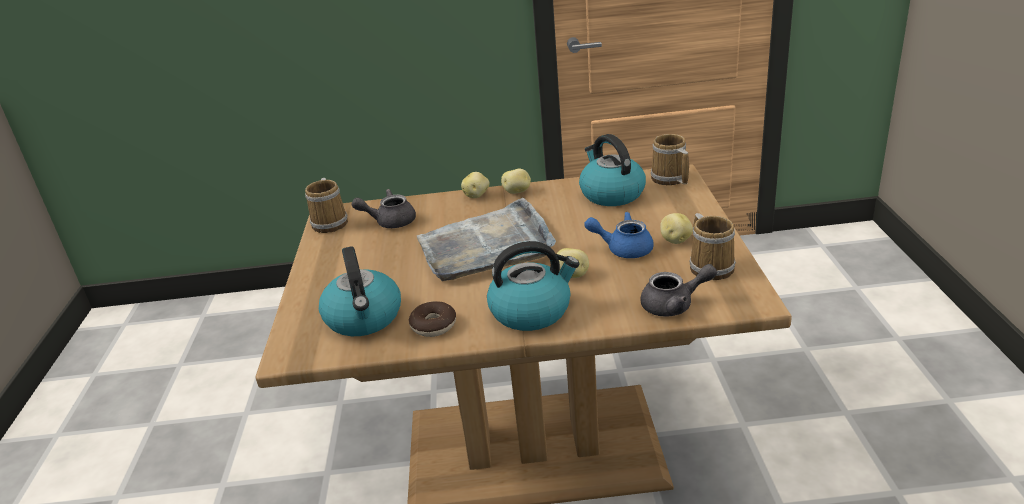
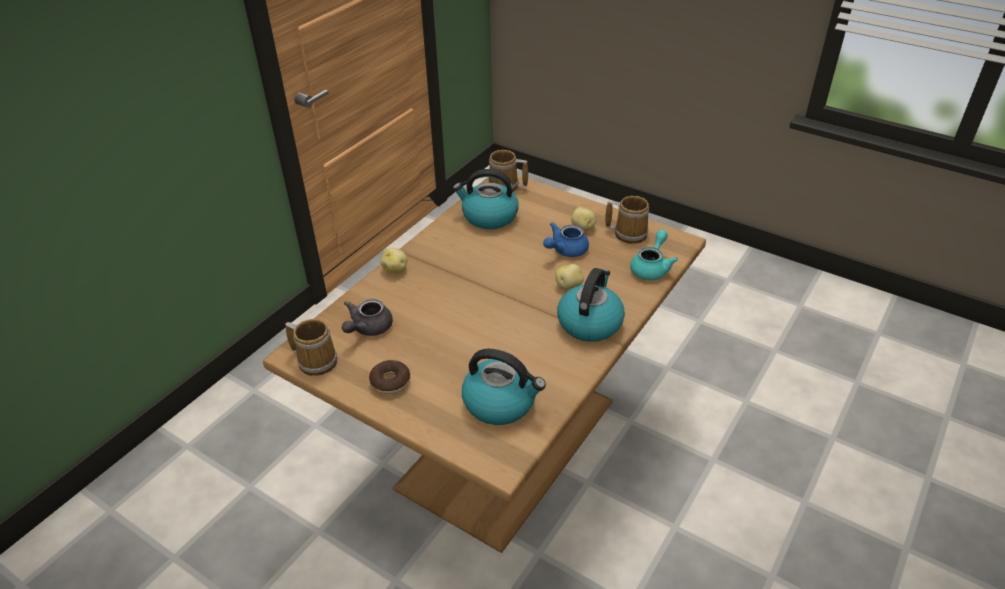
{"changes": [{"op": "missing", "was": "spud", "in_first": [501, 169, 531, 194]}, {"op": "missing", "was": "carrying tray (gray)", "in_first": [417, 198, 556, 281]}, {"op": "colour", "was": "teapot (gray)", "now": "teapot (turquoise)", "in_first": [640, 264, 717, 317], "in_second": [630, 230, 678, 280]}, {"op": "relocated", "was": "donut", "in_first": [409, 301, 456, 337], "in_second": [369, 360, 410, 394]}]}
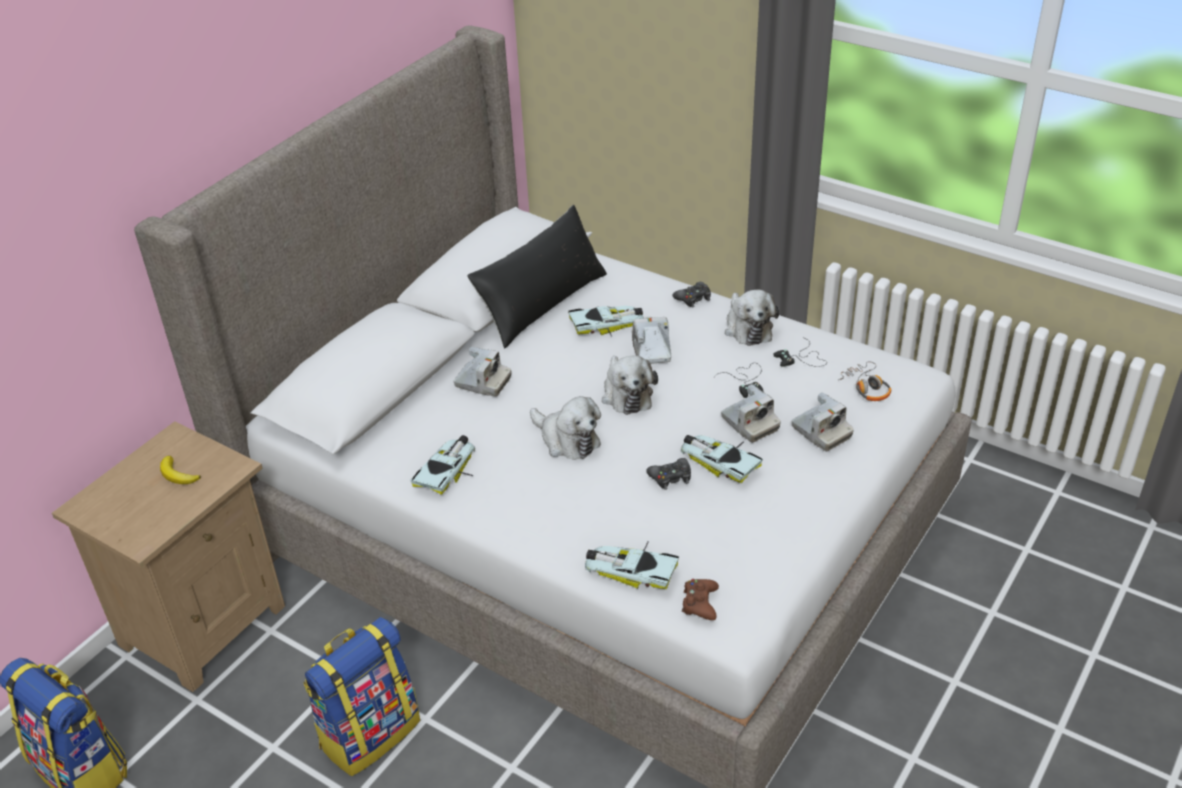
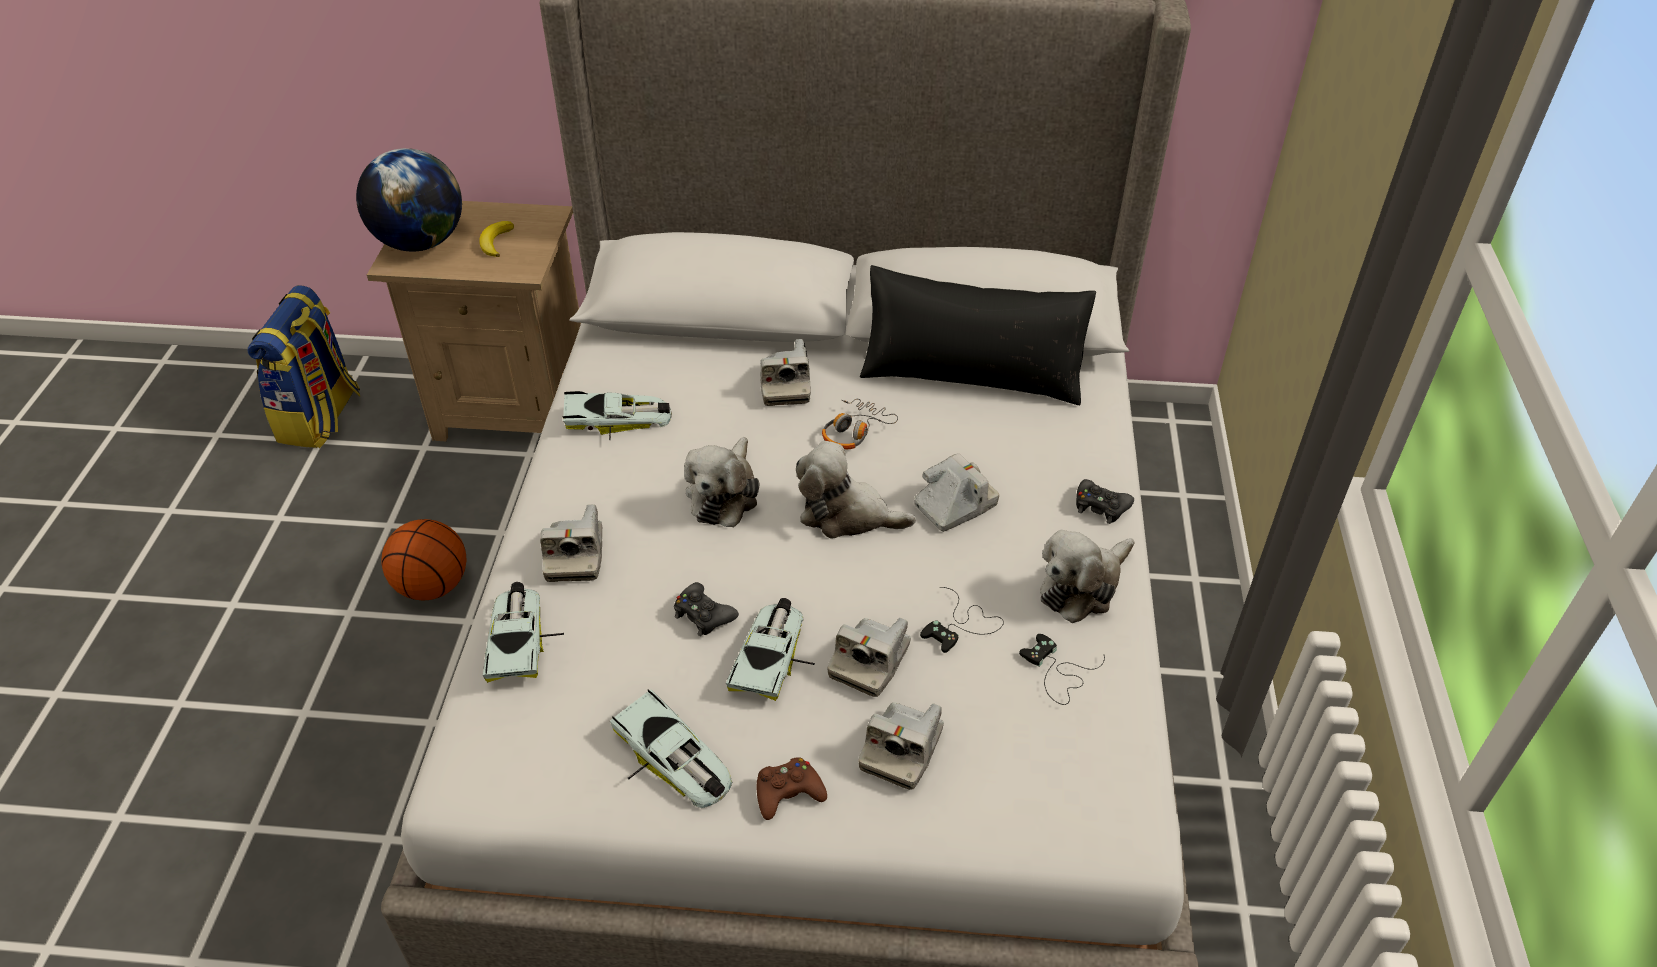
{"changes": [{"op": "relocated", "was": "miniature car", "in_first": [568, 306, 644, 337], "in_second": [610, 689, 732, 808]}, {"op": "spun", "was": "cuddly toy", "in_first": [602, 355, 658, 415], "in_second": [796, 441, 916, 539], "clockwise": 60}, {"op": "relocated", "was": "headset", "in_first": [838, 362, 891, 401], "in_second": [822, 399, 898, 450]}, {"op": "relocated", "was": "joypad (brownish)", "in_first": [682, 579, 719, 620], "in_second": [757, 757, 827, 820]}, {"op": "exchanged", "was": "rucksack", "now": "ball for basketball", "in_first": [303, 617, 420, 776], "in_second": [382, 519, 467, 600]}, {"op": "appeared", "now": "desk globe", "in_second": [356, 148, 462, 252]}, {"op": "appeared", "now": "still camera", "in_second": [540, 504, 602, 582]}]}
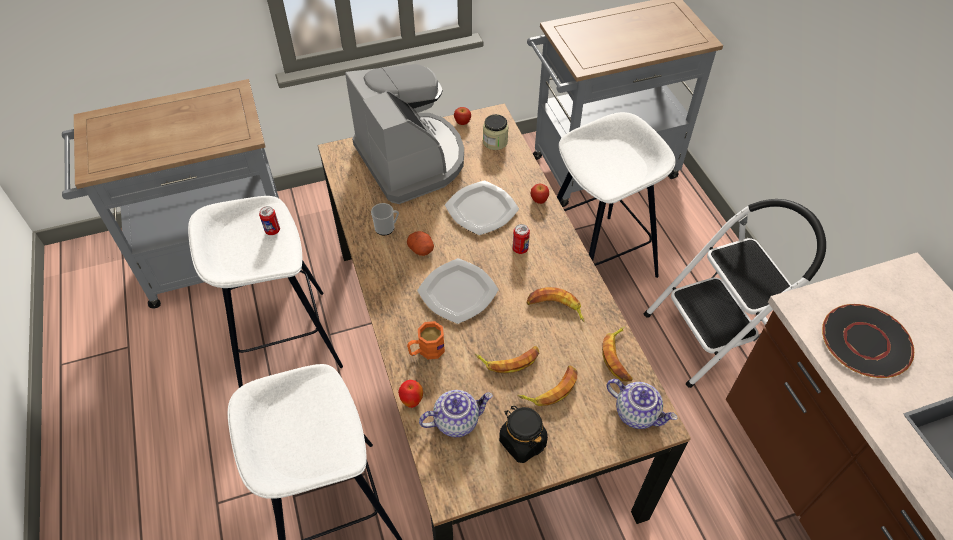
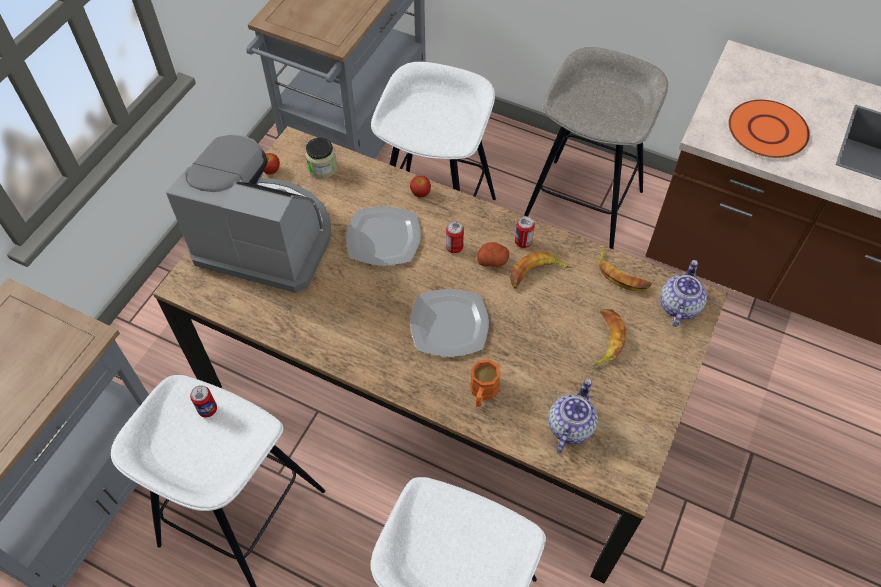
{"changes": [{"op": "exchanged", "was": "stepladder", "now": "sitting stool (gray)", "in_first": [644, 199, 826, 388], "in_second": [524, 47, 668, 249]}, {"op": "missing", "was": "coffee mug", "in_first": [371, 203, 399, 236]}, {"op": "relocated", "was": "spud", "in_first": [407, 231, 434, 256], "in_second": [477, 242, 509, 267]}, {"op": "colour", "was": "flat dish (black)", "now": "flat dish (orangey)", "in_first": [822, 304, 914, 378], "in_second": [729, 100, 810, 158]}, {"op": "missing", "was": "whole banana", "in_first": [475, 346, 539, 374]}, {"op": "spun", "was": "teapot", "in_first": [606, 379, 677, 429], "in_second": [660, 260, 707, 327], "clockwise": -60}, {"op": "missing", "was": "apple", "in_first": [398, 380, 423, 408]}, {"op": "missing", "was": "jar (black)", "in_first": [499, 406, 548, 463]}, {"op": "appeared", "now": "metal can", "in_second": [515, 216, 535, 248]}]}
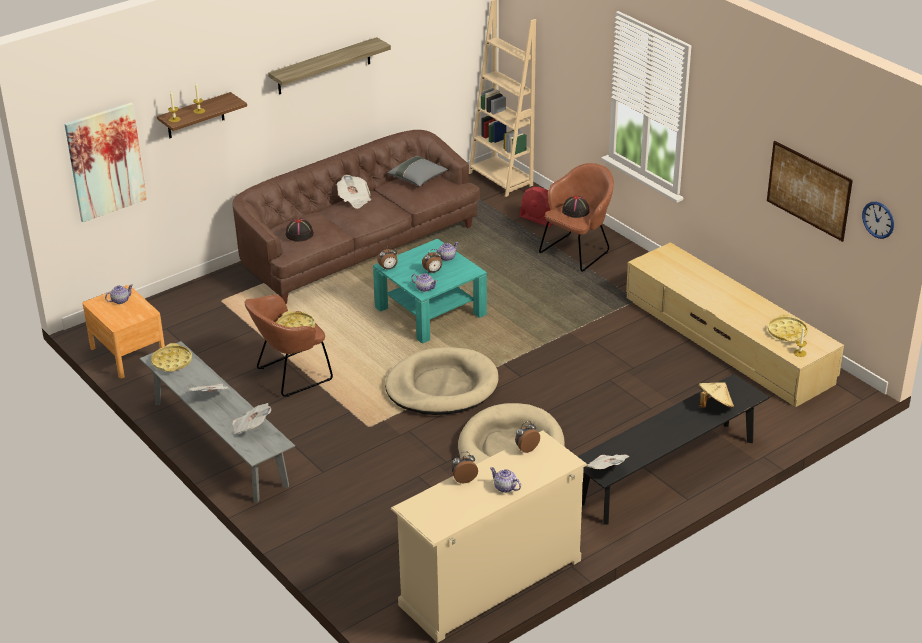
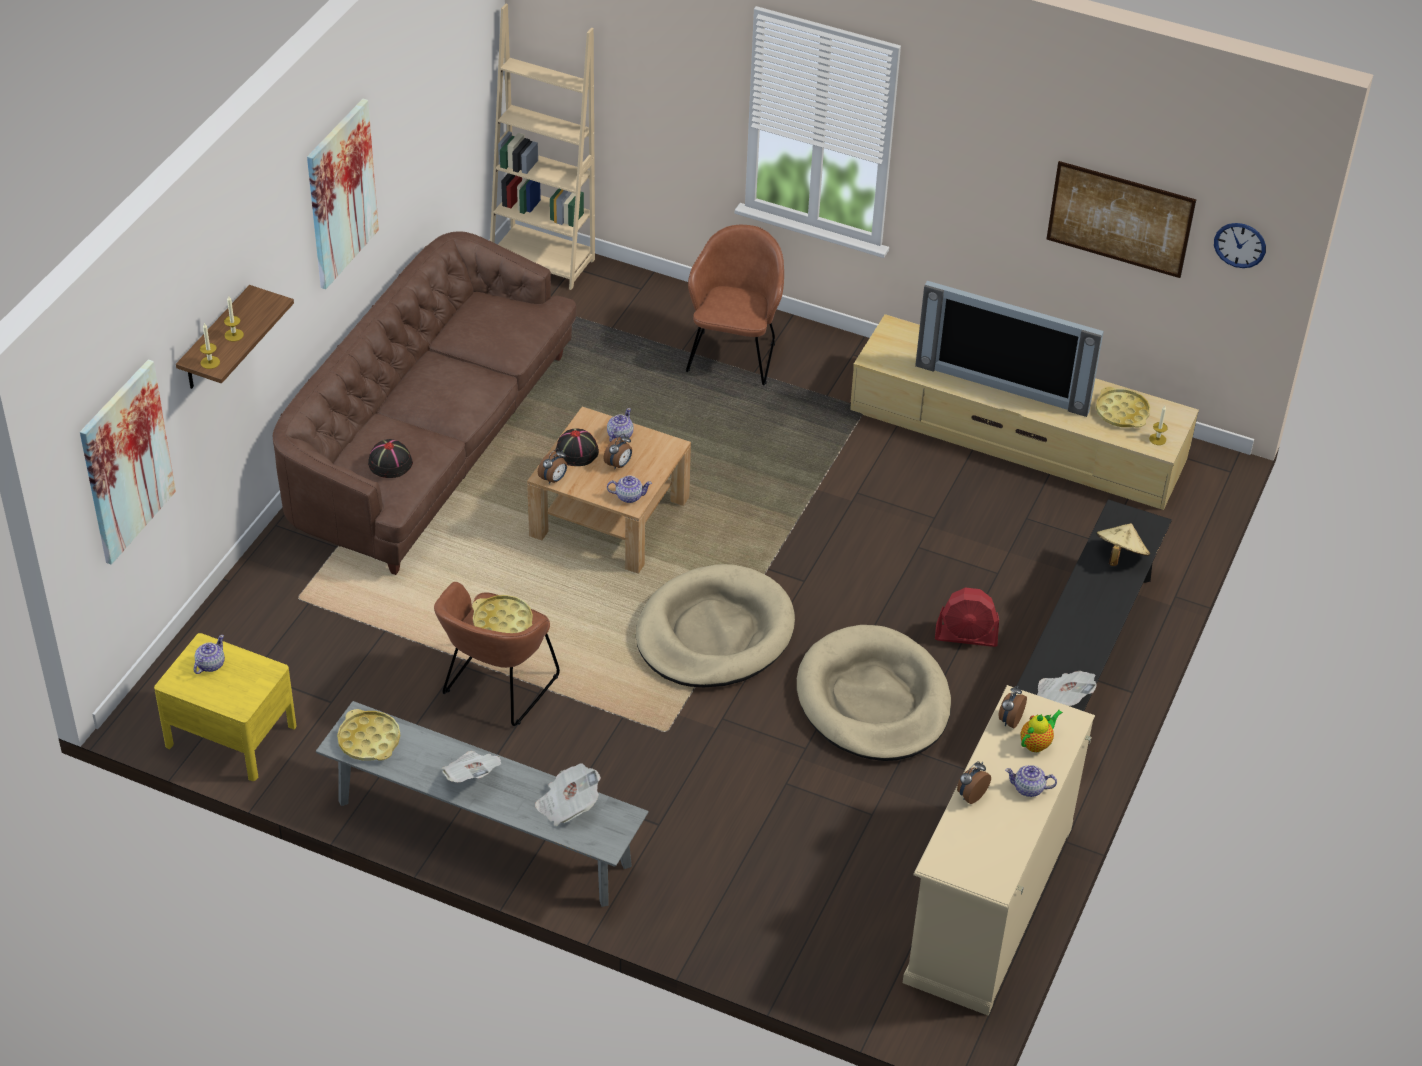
{"changes": [{"op": "exchanged", "was": "bracket shelf", "now": "picture", "in_first": [268, 37, 391, 95], "in_second": [307, 99, 379, 289]}, {"op": "missing", "was": "throw pillow (gray)", "in_first": [388, 156, 448, 187]}, {"op": "missing", "was": "newspaper", "in_first": [337, 175, 371, 209]}, {"op": "relocated", "was": "fan (red)", "in_first": [519, 187, 553, 227], "in_second": [935, 588, 999, 647]}, {"op": "relocated", "was": "hat (black)", "in_first": [562, 196, 590, 218], "in_second": [555, 428, 599, 466]}, {"op": "colour", "was": "coffee table (turquoise)", "now": "coffee table (brownish)", "in_first": [373, 239, 487, 344], "in_second": [527, 407, 691, 574]}, {"op": "colour", "was": "night table (brownish)", "now": "night table (yellowish)", "in_first": [83, 285, 165, 379], "in_second": [154, 633, 296, 781]}, {"op": "appeared", "now": "TV set", "in_second": [915, 281, 1104, 417]}, {"op": "appeared", "now": "teapot", "in_second": [1021, 710, 1063, 752]}]}
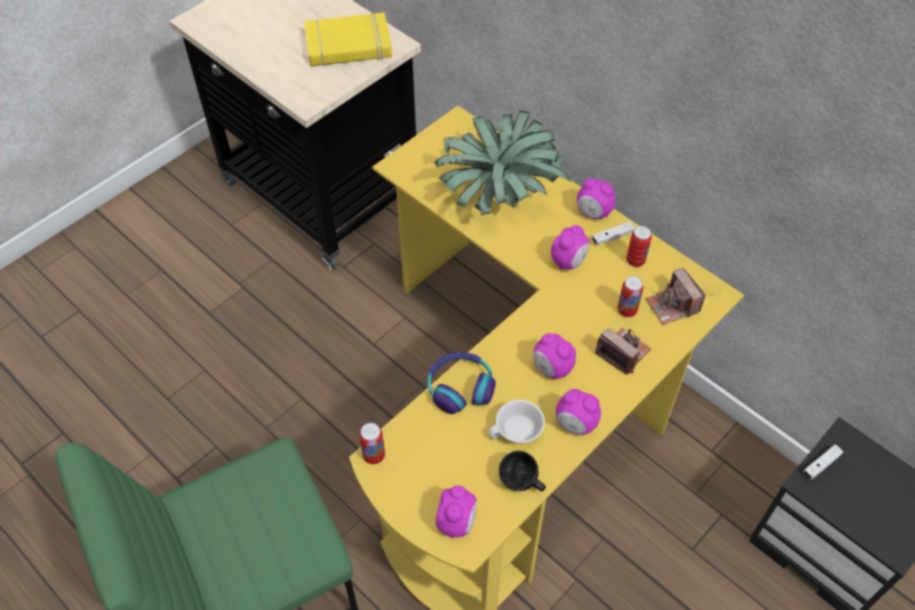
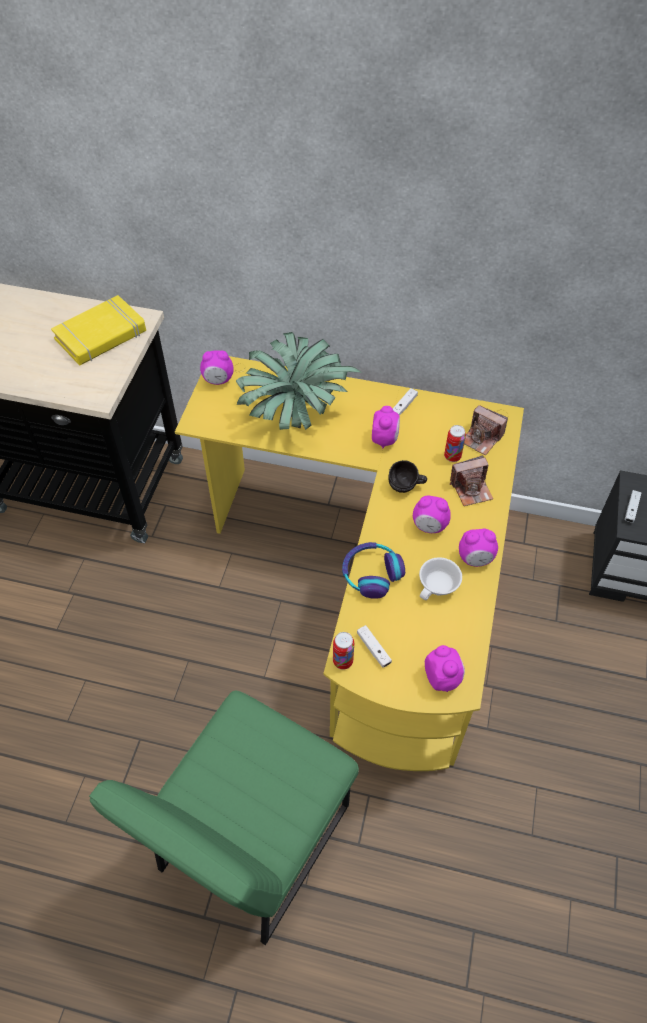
{"changes": [{"op": "relocated", "was": "alarm clock", "in_first": [577, 178, 616, 219], "in_second": [200, 350, 233, 385]}, {"op": "missing", "was": "metal can", "in_first": [626, 226, 652, 267]}, {"op": "spun", "was": "still camera", "in_first": [595, 328, 651, 375], "in_second": [450, 455, 493, 506], "clockwise": 150}, {"op": "relocated", "was": "coffee mug (black)", "in_first": [499, 451, 546, 491], "in_second": [388, 460, 427, 493]}, {"op": "appeared", "now": "joypad (white)", "in_second": [357, 625, 392, 668]}]}
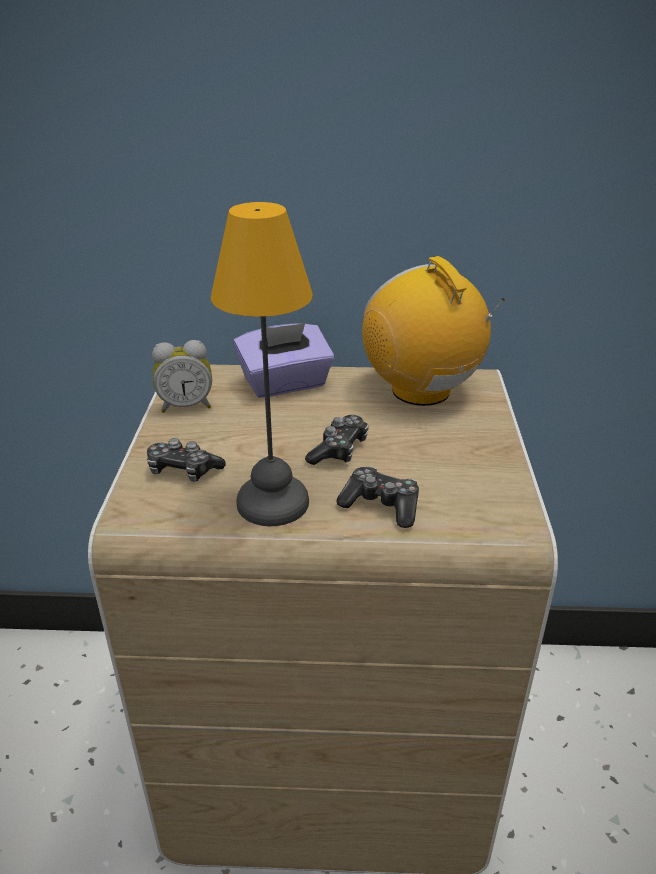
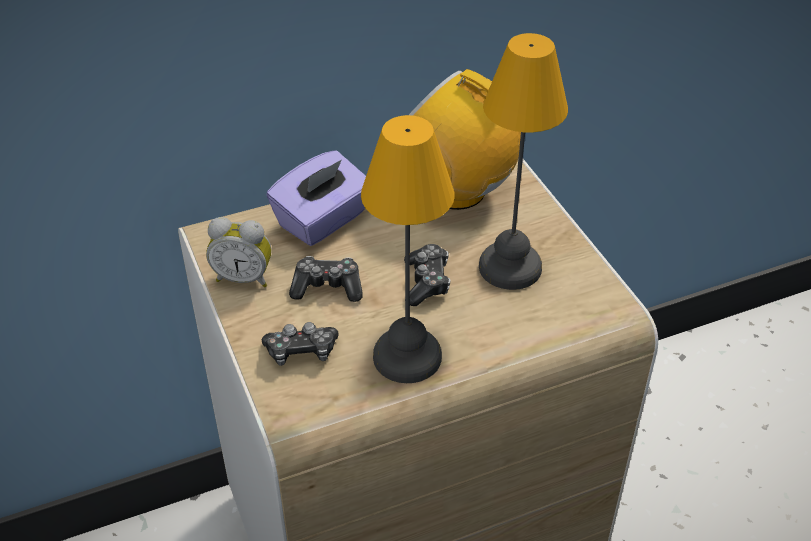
{"changes": [{"op": "spun", "was": "alarm clock", "in_first": [152, 340, 212, 413], "in_second": [206, 217, 271, 287], "clockwise": 45}, {"op": "relocated", "was": "joypad", "in_first": [337, 467, 419, 528], "in_second": [289, 256, 363, 302]}, {"op": "appeared", "now": "tabletop lamp", "in_second": [479, 33, 568, 290]}]}
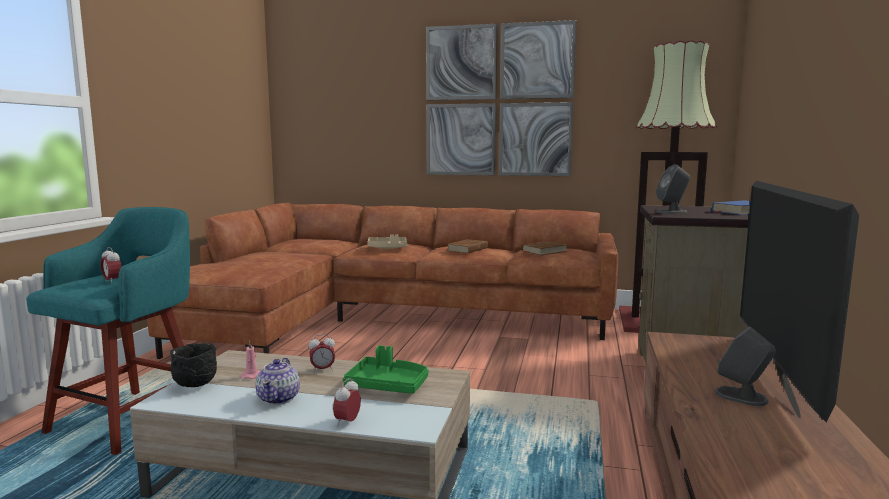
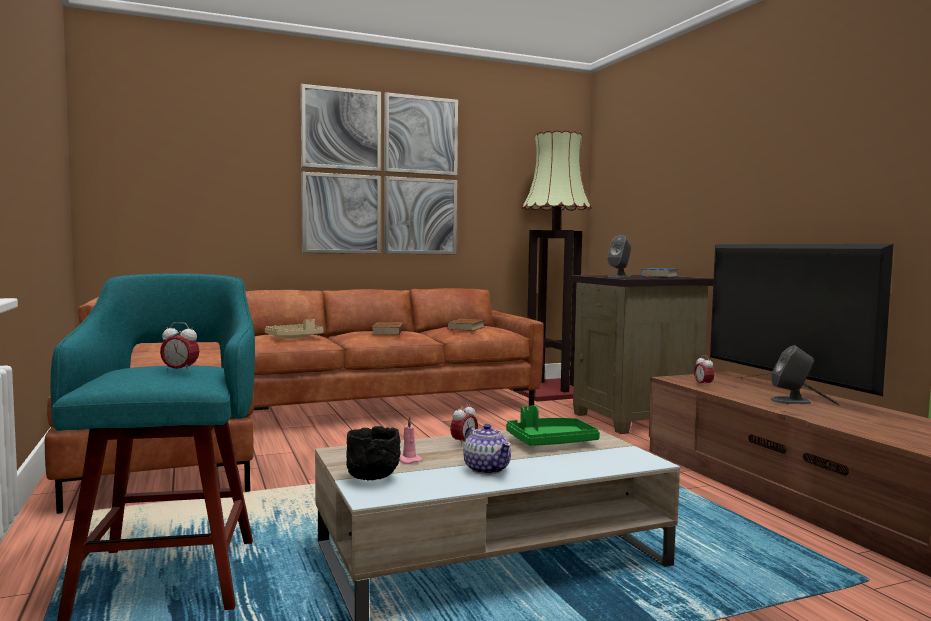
{"changes": [{"op": "relocated", "was": "alarm clock", "in_first": [333, 378, 361, 427], "in_second": [694, 355, 714, 385]}]}
